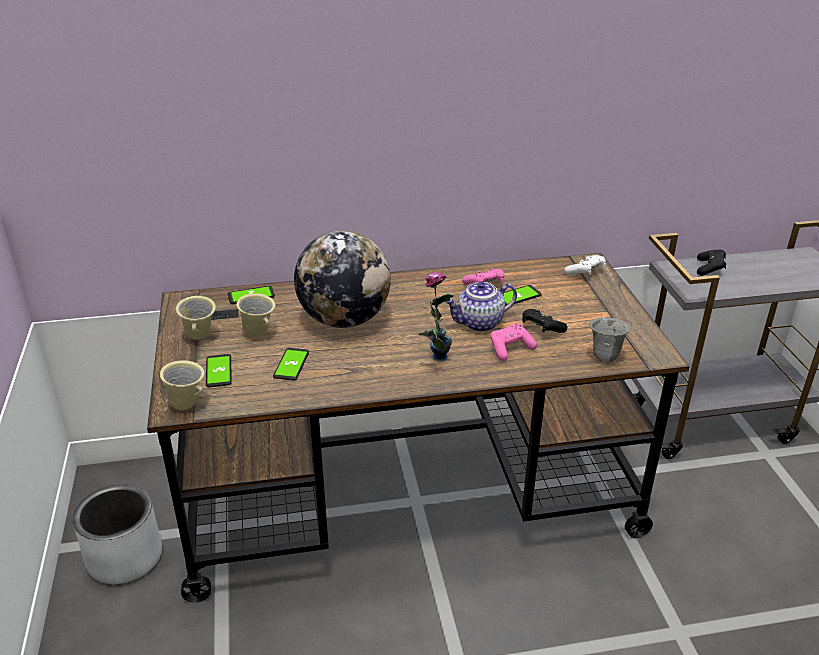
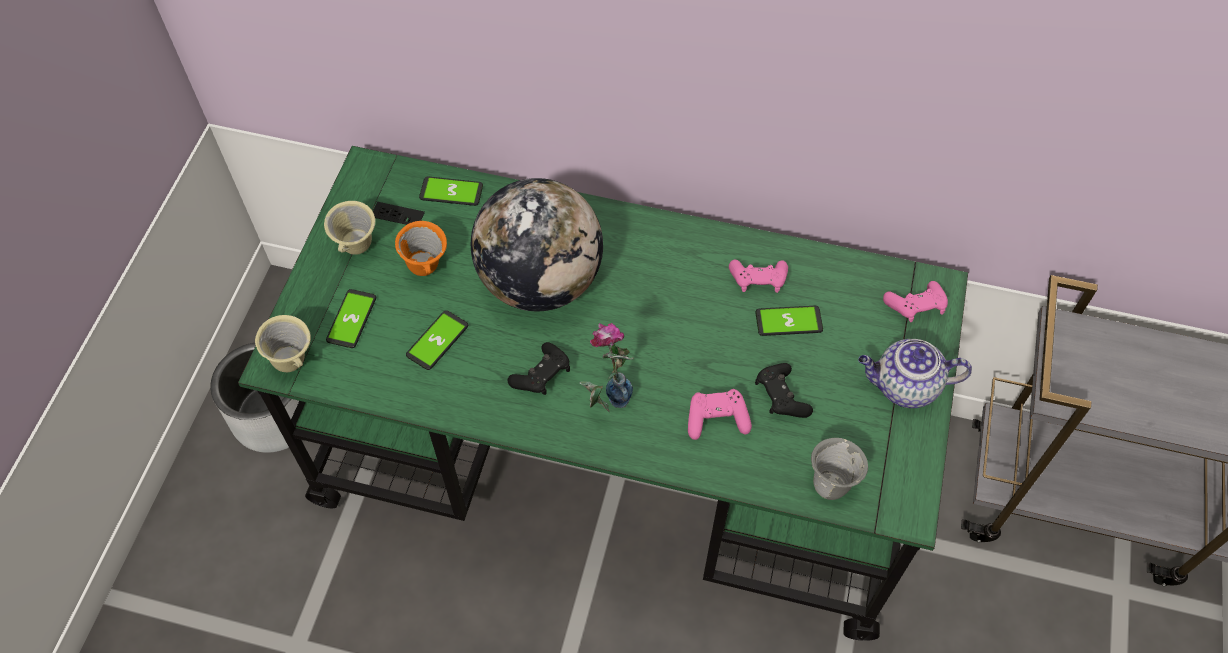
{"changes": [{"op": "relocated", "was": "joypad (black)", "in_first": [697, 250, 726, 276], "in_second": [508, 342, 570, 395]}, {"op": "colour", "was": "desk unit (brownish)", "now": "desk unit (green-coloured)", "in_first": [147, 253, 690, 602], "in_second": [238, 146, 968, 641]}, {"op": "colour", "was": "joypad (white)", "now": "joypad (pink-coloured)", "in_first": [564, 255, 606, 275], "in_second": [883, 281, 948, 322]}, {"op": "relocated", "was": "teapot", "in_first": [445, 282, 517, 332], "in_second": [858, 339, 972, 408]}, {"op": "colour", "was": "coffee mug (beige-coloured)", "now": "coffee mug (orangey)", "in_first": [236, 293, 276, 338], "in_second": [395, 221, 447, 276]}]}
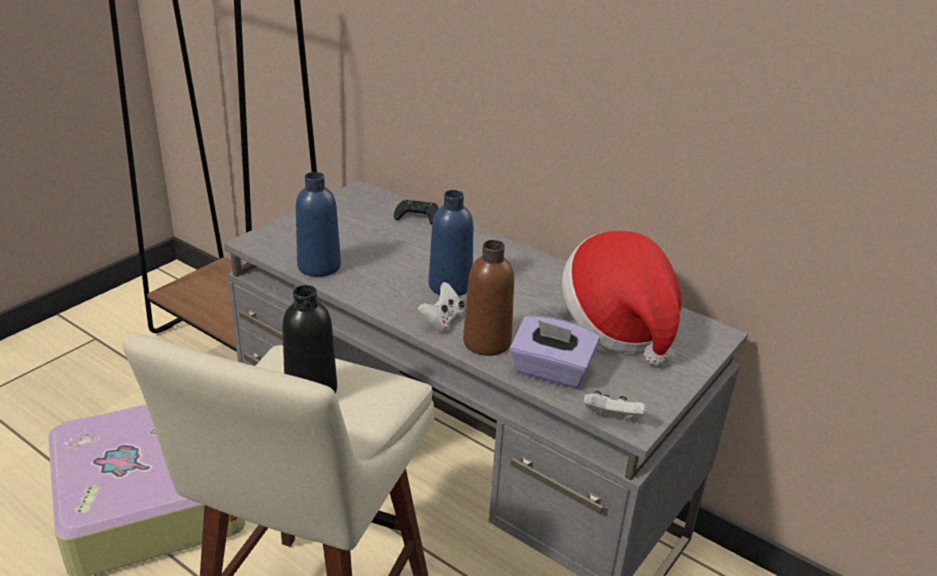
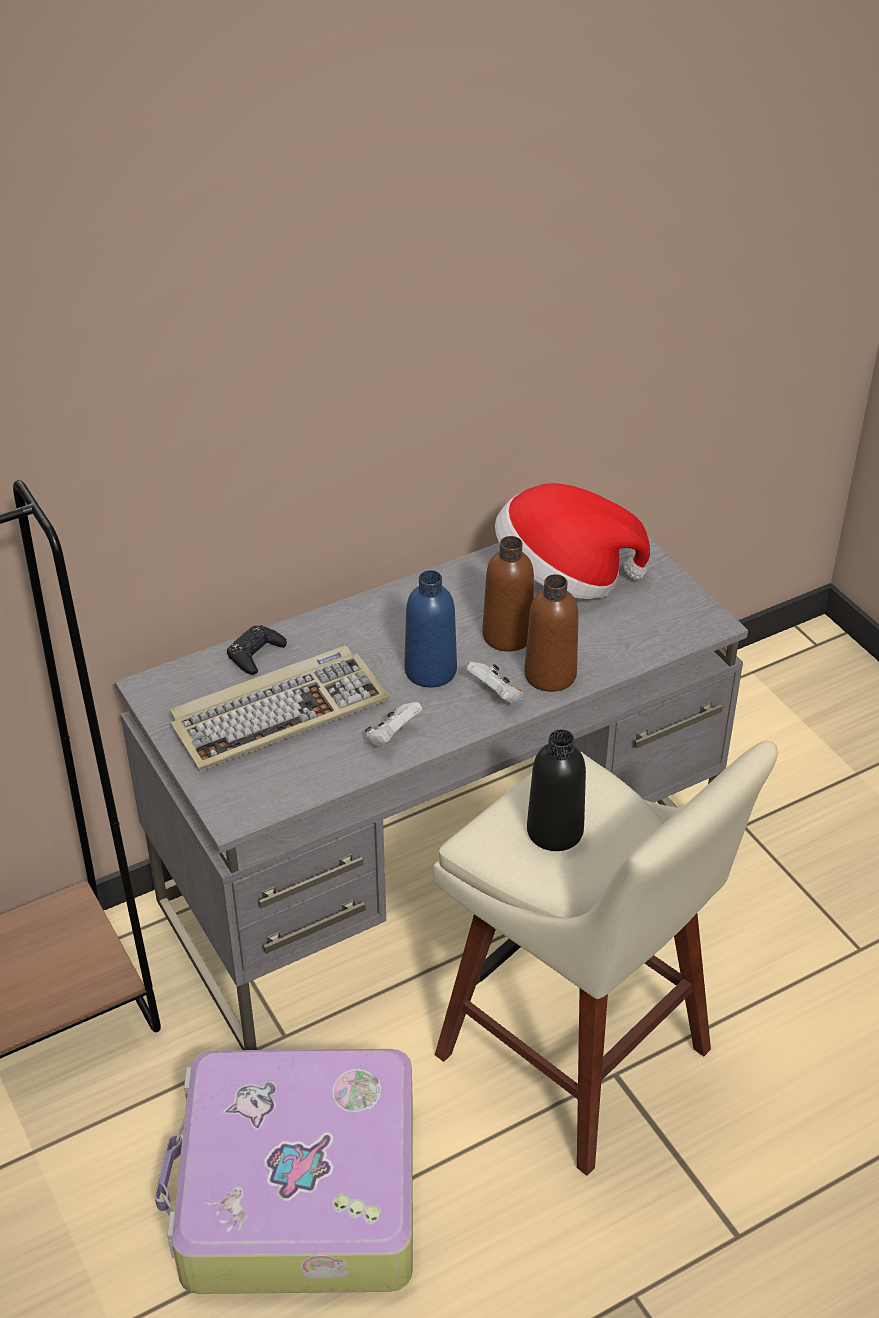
{"changes": [{"op": "missing", "was": "beverage bottle (bluish)", "in_first": [296, 172, 341, 277]}, {"op": "missing", "was": "box of tissues (purple-coloured)", "in_first": [510, 316, 600, 388]}, {"op": "relocated", "was": "joypad (white)", "in_first": [584, 391, 647, 421], "in_second": [365, 702, 422, 747]}, {"op": "appeared", "now": "beverage bottle (brownish)", "in_second": [482, 536, 534, 652]}, {"op": "appeared", "now": "computer keyboard", "in_second": [170, 646, 389, 771]}]}
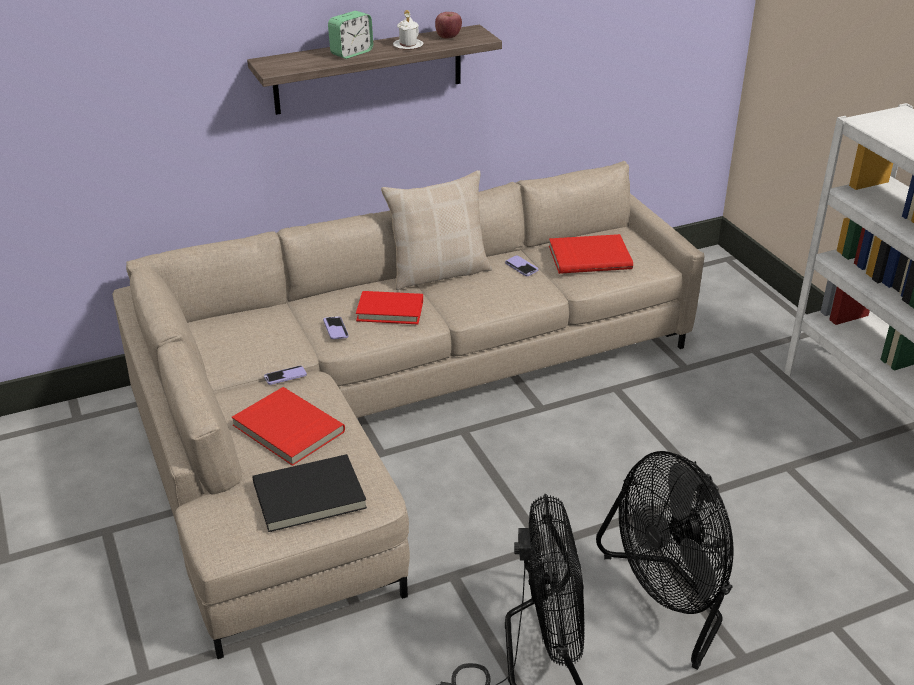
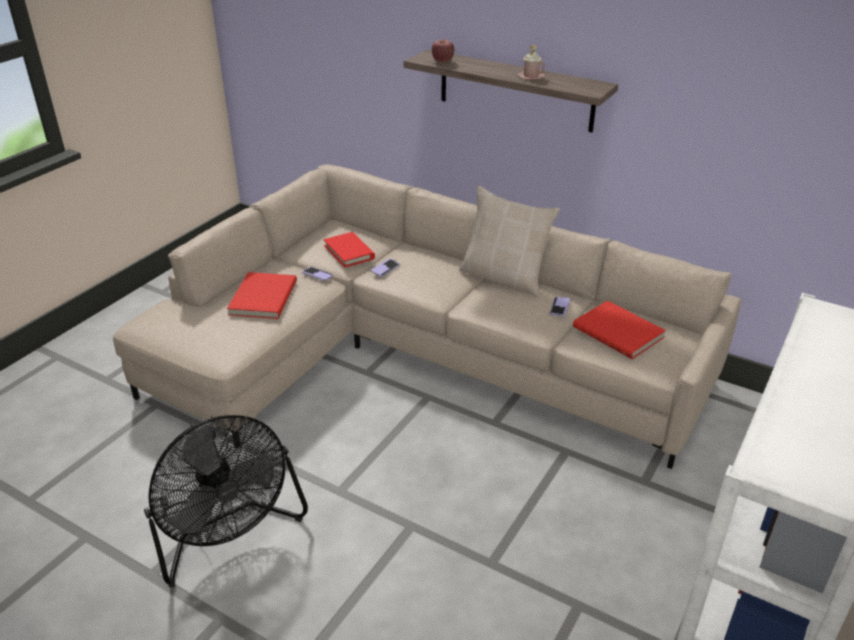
{"changes": [{"op": "colour", "was": "coffee mug (white)", "now": "coffee mug (pink-coloured)", "in_first": [393, 10, 424, 50], "in_second": [518, 45, 545, 80]}, {"op": "missing", "was": "alarm clock", "in_first": [328, 11, 373, 59]}, {"op": "relocated", "was": "apple", "in_first": [435, 12, 462, 39], "in_second": [432, 40, 454, 62]}, {"op": "relocated", "was": "book (red)", "in_first": [356, 291, 423, 324], "in_second": [324, 232, 375, 268]}, {"op": "missing", "was": "fan (black)", "in_first": [596, 451, 733, 670]}, {"op": "missing", "was": "book (black)", "in_first": [252, 454, 367, 532]}]}
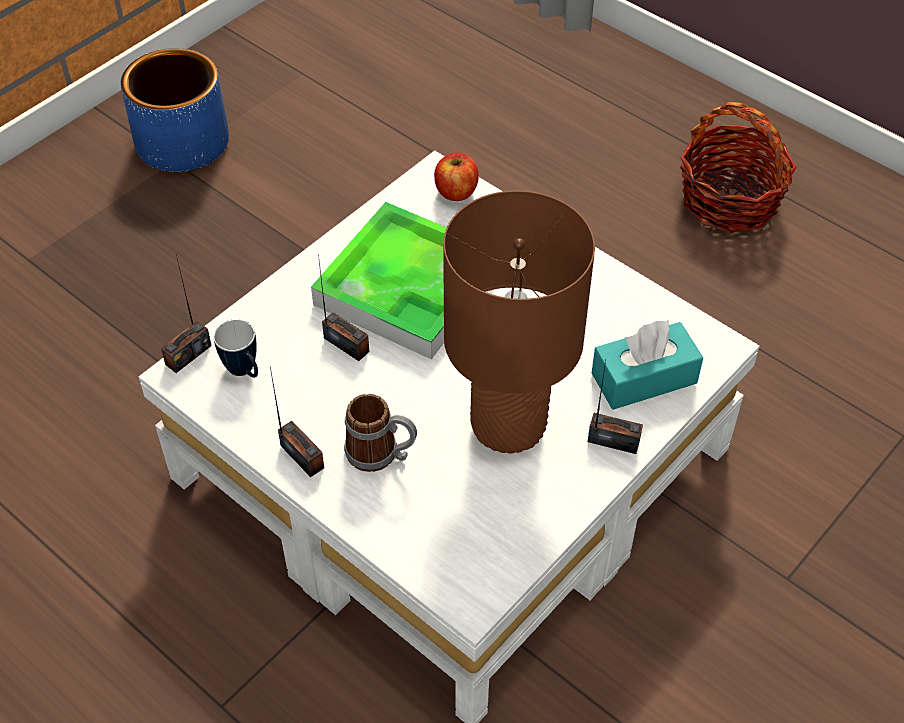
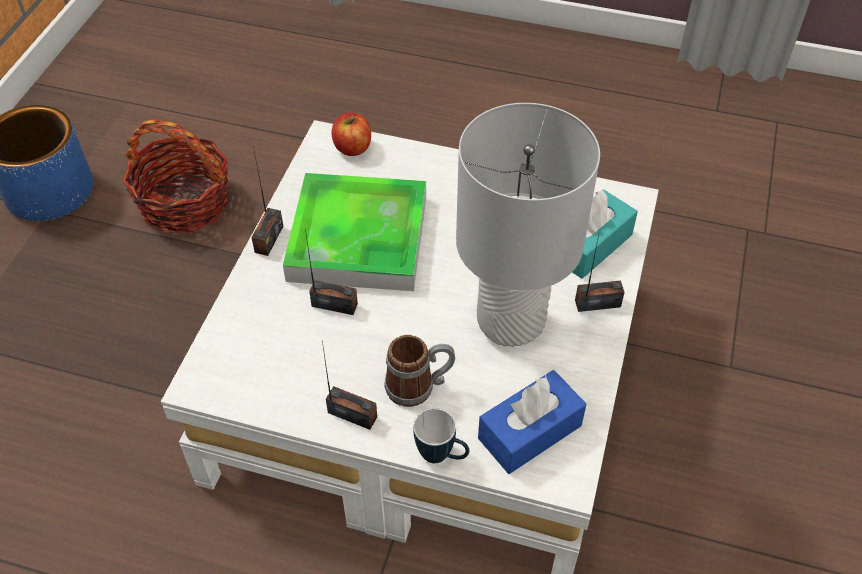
{"changes": [{"op": "relocated", "was": "basket", "in_first": [680, 102, 797, 233], "in_second": [123, 119, 229, 233]}, {"op": "colour", "was": "tabletop lamp (brownish)", "now": "tabletop lamp (gray)", "in_first": [443, 190, 595, 454], "in_second": [456, 103, 600, 347]}, {"op": "relocated", "was": "radio", "in_first": [161, 255, 212, 373], "in_second": [251, 146, 283, 256]}, {"op": "relocated", "was": "coffee mug", "in_first": [214, 319, 258, 378], "in_second": [413, 408, 469, 463]}, {"op": "appeared", "now": "box of tissues (bluish)", "in_second": [478, 370, 586, 474]}]}
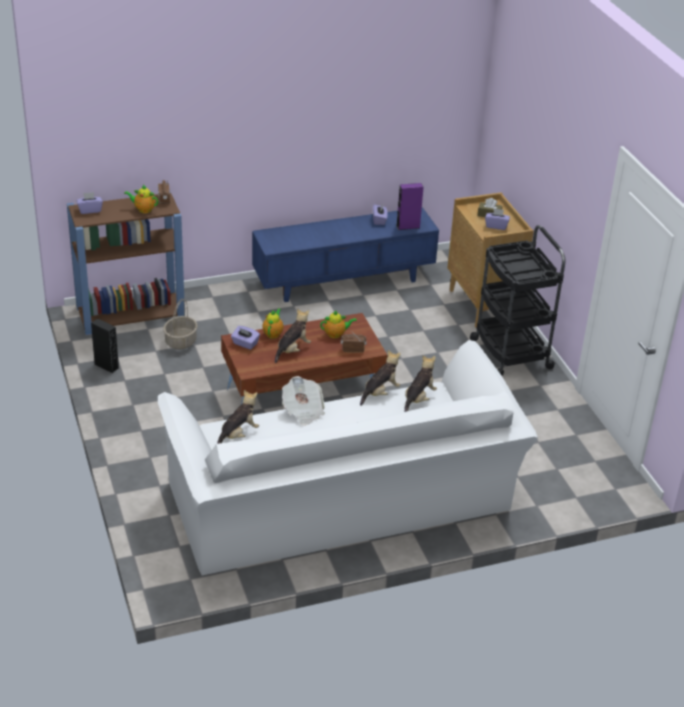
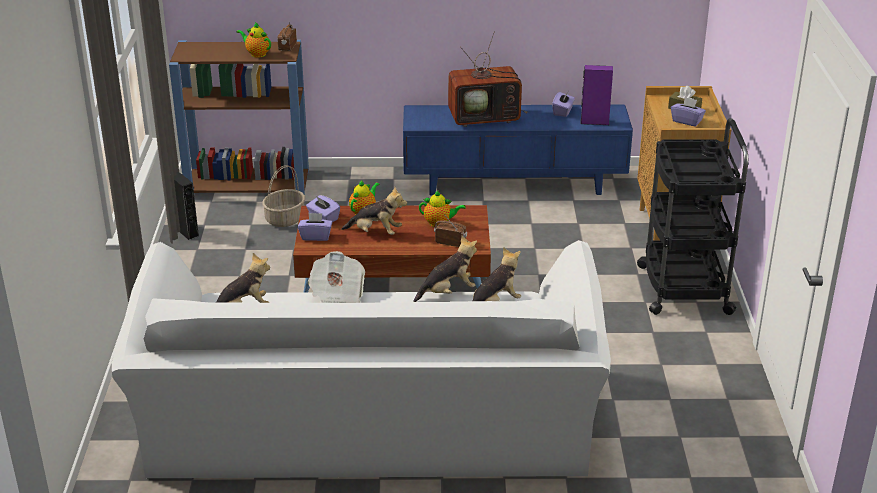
{"changes": [{"op": "relocated", "was": "box of tissues (purple-coloured)", "in_first": [77, 192, 103, 214], "in_second": [298, 213, 332, 241]}, {"op": "spun", "was": "cuddly toy", "in_first": [275, 309, 311, 363], "in_second": [341, 187, 407, 235], "clockwise": 45}, {"op": "appeared", "now": "TV set", "in_second": [448, 32, 528, 127]}]}
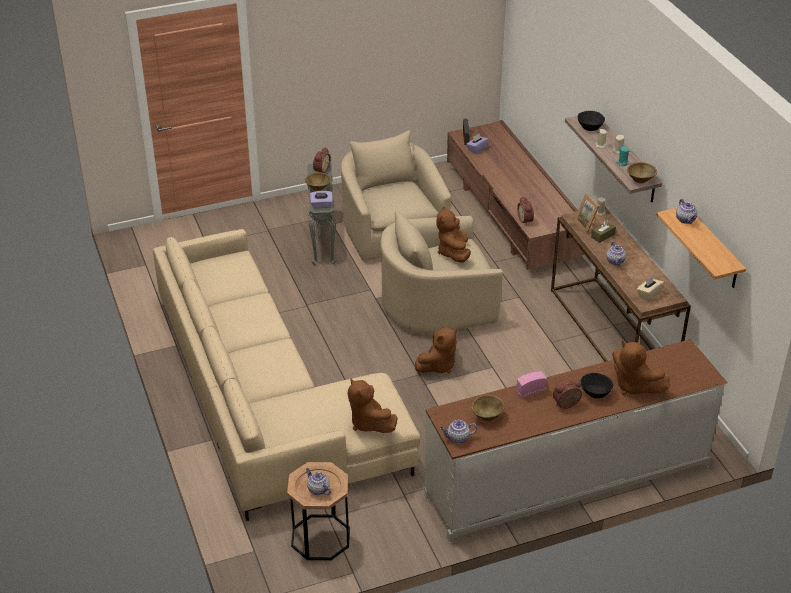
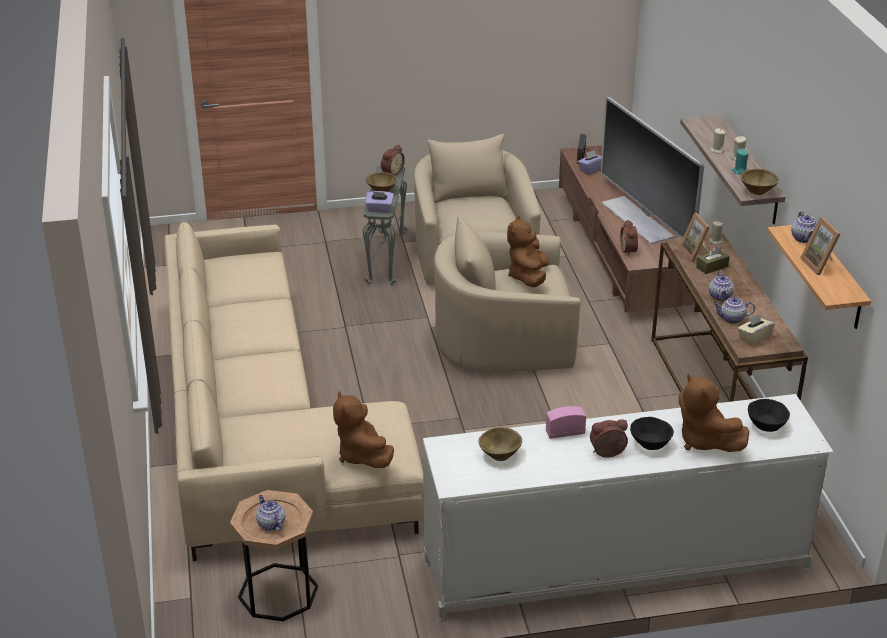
{"changes": [{"op": "relocated", "was": "bowl (black)", "in_first": [578, 111, 605, 131], "in_second": [748, 399, 790, 432]}, {"op": "missing", "was": "cuddly toy (brownish)", "in_first": [415, 327, 458, 374]}, {"op": "colour", "was": "storage cabinet (brownish)", "now": "storage cabinet (white)", "in_first": [424, 339, 728, 543], "in_second": [423, 394, 833, 620]}, {"op": "relocated", "was": "teapot", "in_first": [440, 420, 477, 444], "in_second": [713, 297, 755, 324]}, {"op": "appeared", "now": "TV set", "in_second": [601, 96, 704, 244]}, {"op": "appeared", "now": "standing frame", "in_second": [800, 217, 841, 275]}]}
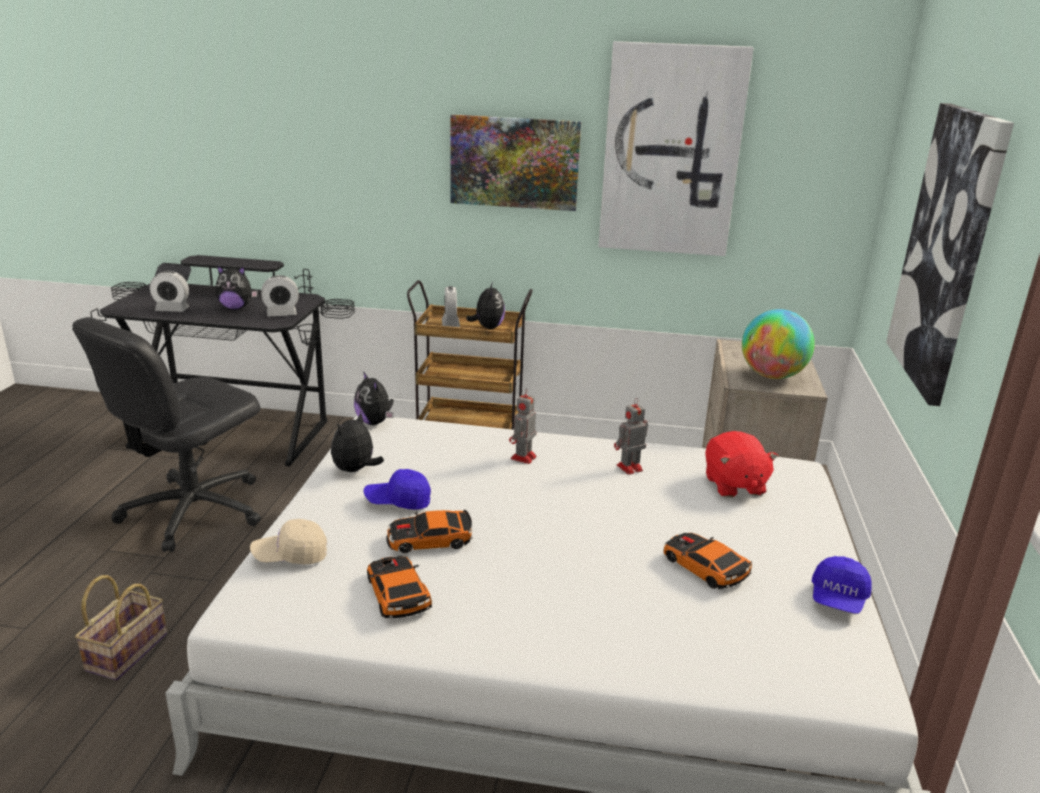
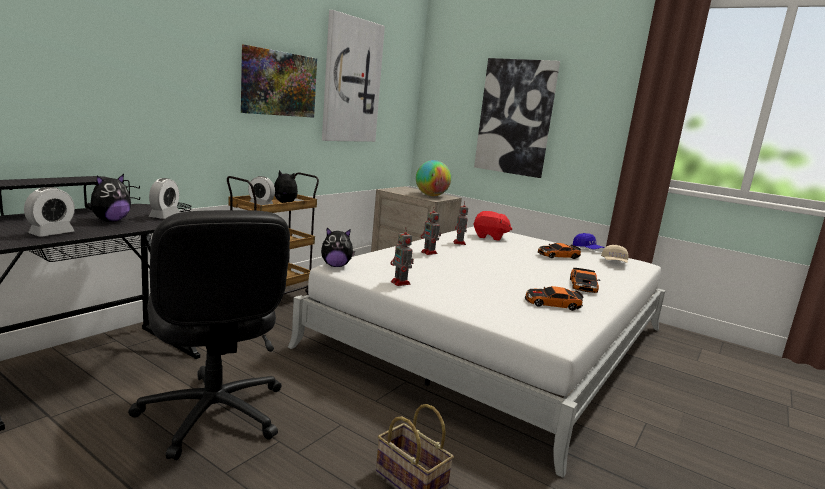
{"changes": [{"op": "exchanged", "was": "cuddly toy", "now": "model robot", "in_first": [331, 412, 384, 472], "in_second": [390, 227, 414, 286]}, {"op": "missing", "was": "baseball cap (bluish)", "in_first": [364, 469, 431, 510]}, {"op": "relocated", "was": "miniature car", "in_first": [386, 509, 473, 553], "in_second": [570, 268, 600, 293]}, {"op": "relocated", "was": "baseball cap (beige-coloured)", "in_first": [250, 519, 327, 564], "in_second": [601, 245, 628, 263]}]}
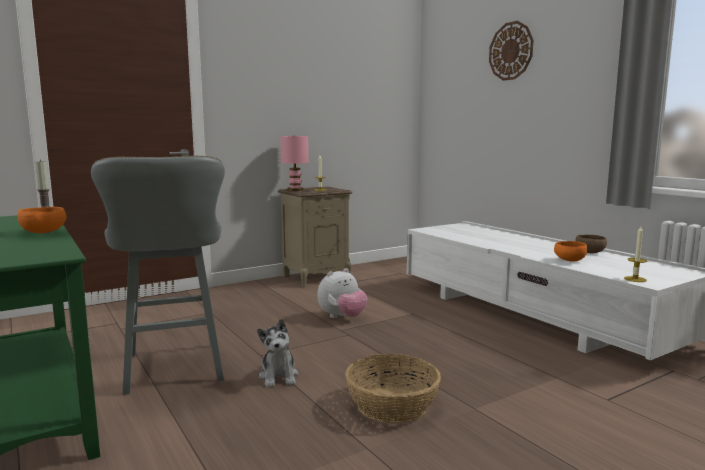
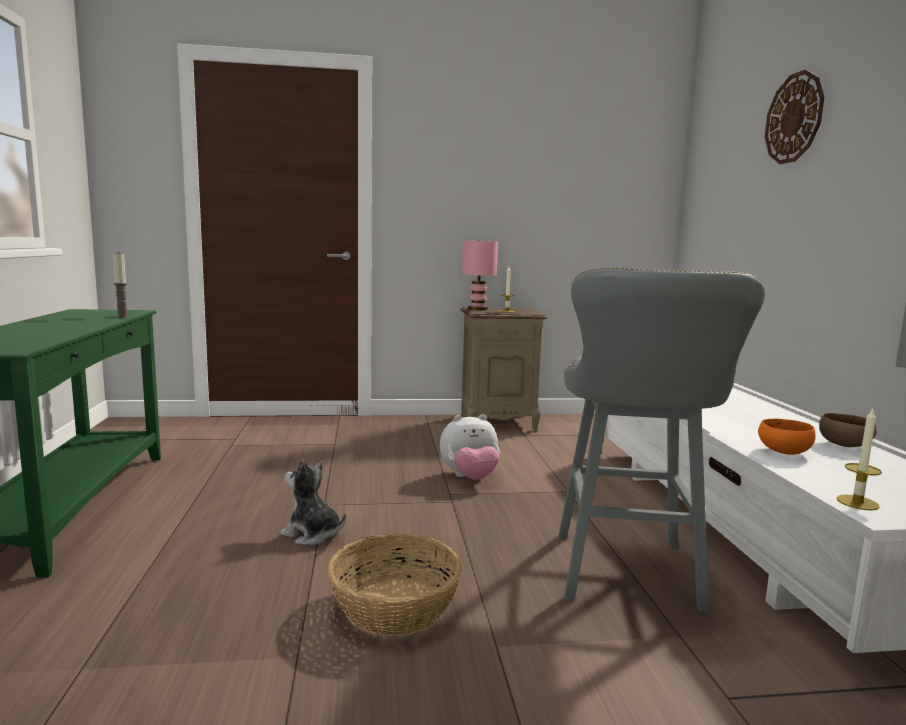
{"changes": [{"op": "relocated", "was": "sitting stool (gray)", "in_first": [91, 155, 225, 395], "in_second": [559, 267, 765, 613]}, {"op": "missing", "was": "bowl (orangey)", "in_first": [18, 207, 67, 233]}, {"op": "spun", "was": "cuddly toy", "in_first": [257, 319, 299, 387], "in_second": [280, 459, 346, 546], "clockwise": 105}]}
